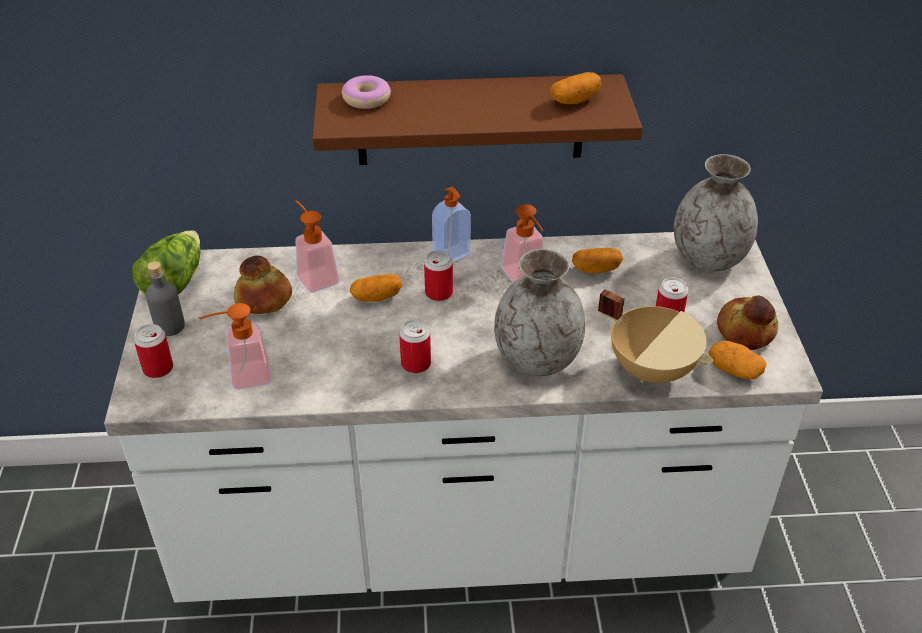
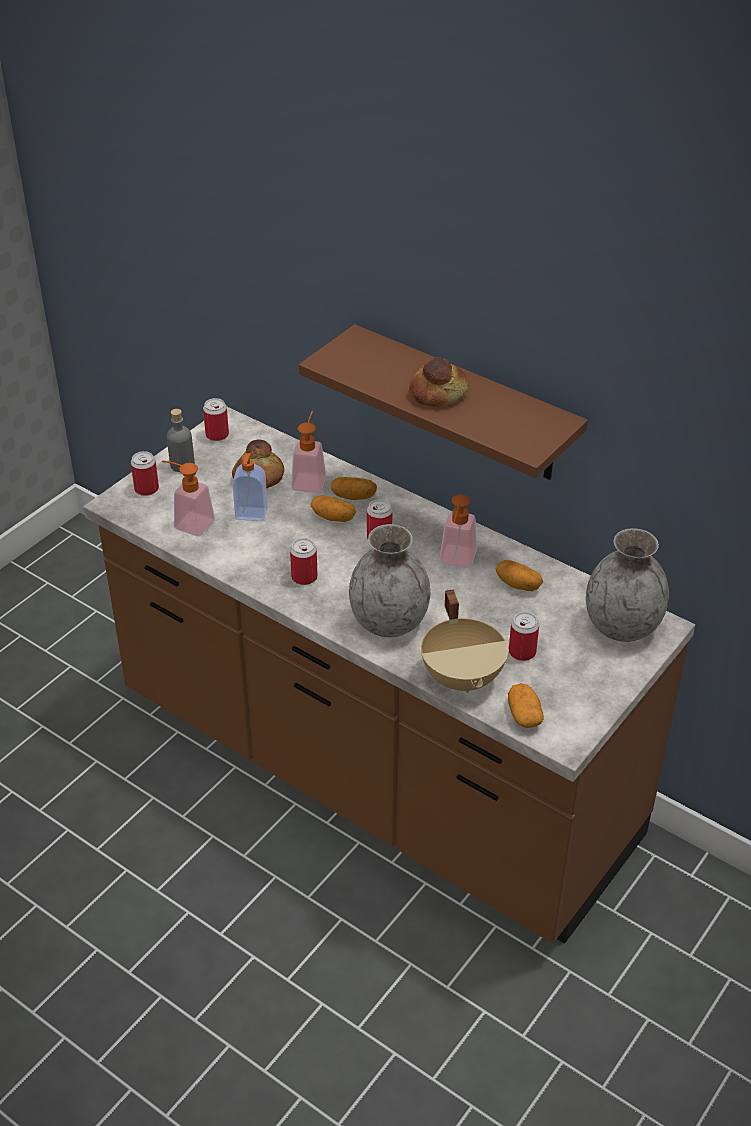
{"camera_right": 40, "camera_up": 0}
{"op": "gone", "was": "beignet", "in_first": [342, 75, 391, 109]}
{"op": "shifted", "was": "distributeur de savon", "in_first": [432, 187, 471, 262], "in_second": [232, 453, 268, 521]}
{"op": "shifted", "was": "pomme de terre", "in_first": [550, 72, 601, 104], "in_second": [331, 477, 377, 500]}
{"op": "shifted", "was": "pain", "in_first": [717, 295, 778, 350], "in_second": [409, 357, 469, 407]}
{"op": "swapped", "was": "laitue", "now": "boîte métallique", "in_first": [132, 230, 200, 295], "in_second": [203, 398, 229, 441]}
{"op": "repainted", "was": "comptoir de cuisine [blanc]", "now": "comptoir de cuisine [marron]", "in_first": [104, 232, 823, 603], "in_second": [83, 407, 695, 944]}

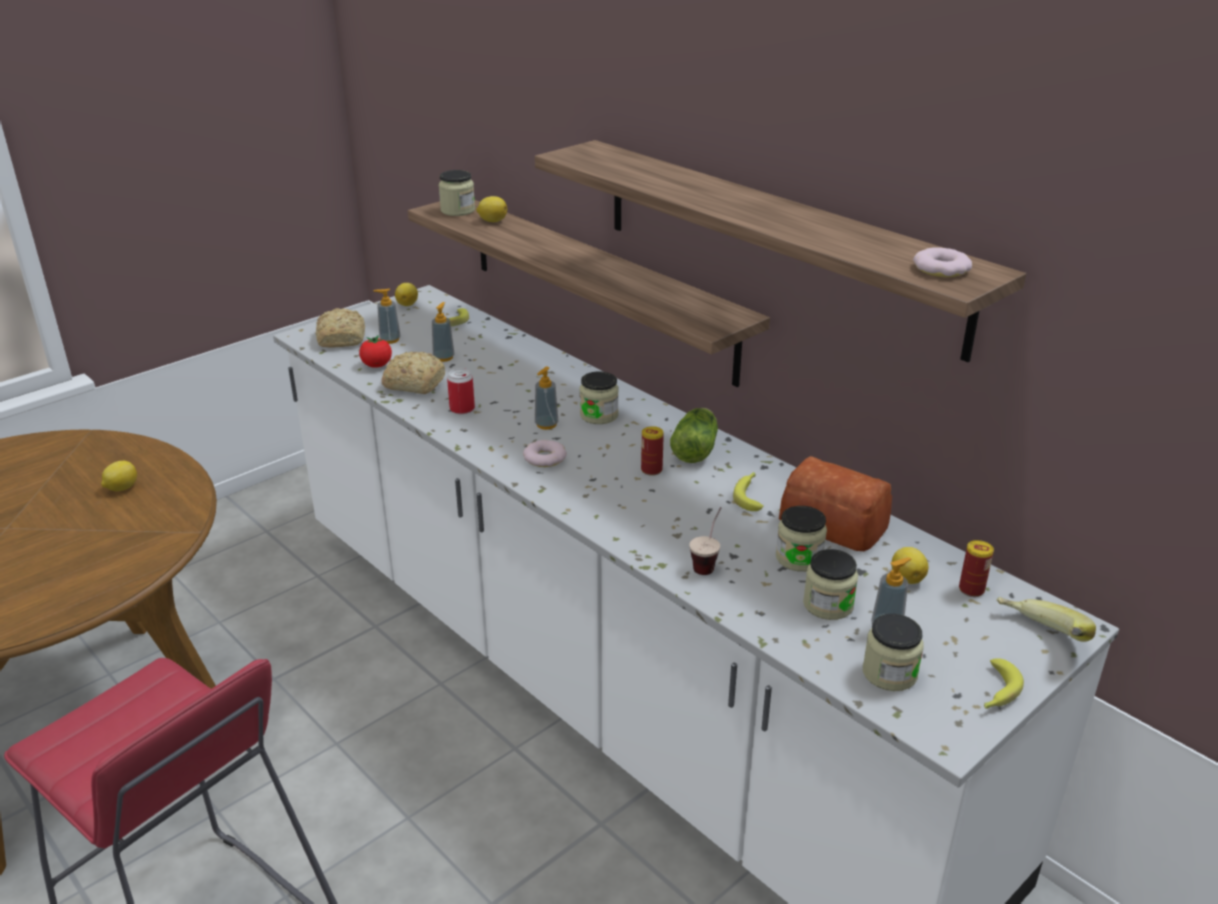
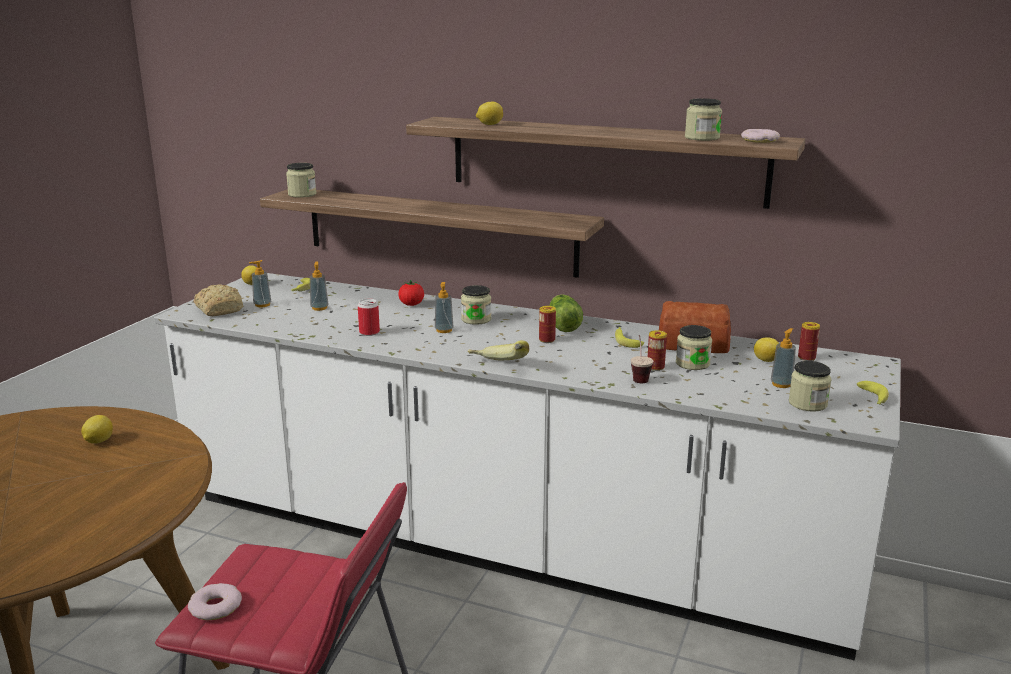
{"camera_right": -25, "camera_up": -10}
{"op": "gone", "was": "pain", "in_first": [381, 352, 445, 394]}
{"op": "new", "now": "boîte métallique", "in_second": [648, 330, 667, 371]}
{"op": "shifted", "was": "tomate", "in_first": [359, 335, 392, 368], "in_second": [398, 280, 424, 306]}
{"op": "shifted", "was": "citron", "in_first": [476, 196, 507, 222], "in_second": [476, 102, 503, 125]}
{"op": "shifted", "was": "beignet", "in_first": [523, 440, 567, 467], "in_second": [188, 583, 242, 620]}
{"op": "shifted", "was": "bocal", "in_first": [803, 549, 858, 620], "in_second": [685, 98, 722, 141]}
{"op": "shifted", "was": "banane", "in_first": [997, 597, 1096, 642], "in_second": [467, 340, 529, 361]}

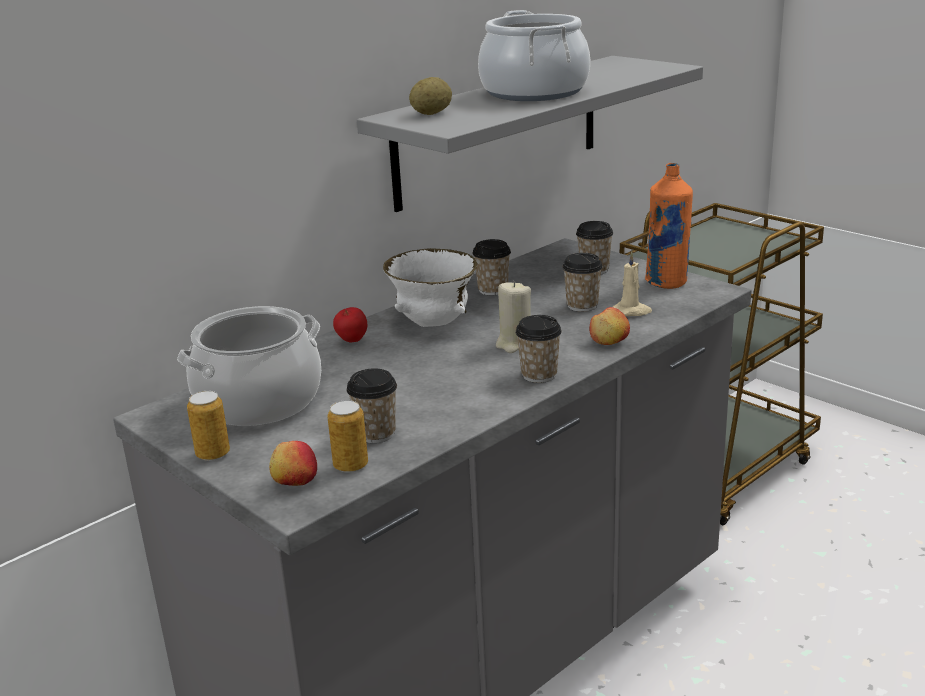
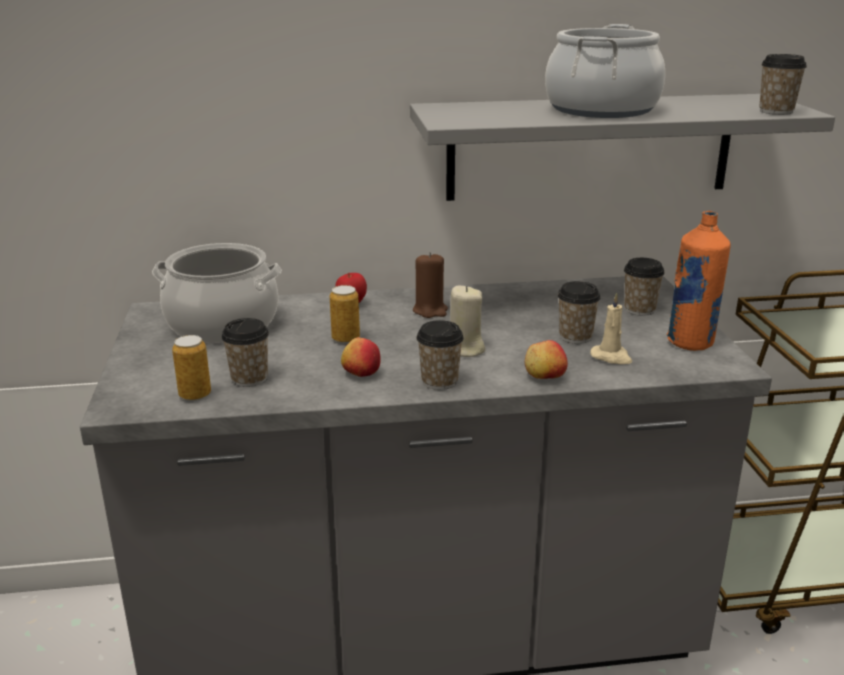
{"camera_right": 35, "camera_up": 0}
{"op": "gone", "was": "pomme de terre", "in_first": [409, 77, 452, 115]}
{"op": "shifted", "was": "boîte métallique", "in_first": [187, 391, 230, 461], "in_second": [330, 285, 360, 344]}
{"op": "shifted", "was": "pomme", "in_first": [269, 441, 317, 486], "in_second": [341, 337, 381, 377]}
{"op": "shifted", "was": "tasse", "in_first": [472, 239, 511, 296], "in_second": [759, 54, 807, 115]}
{"op": "swapped", "was": "bol [blanc]", "now": "bougie [marron]", "in_first": [383, 248, 477, 327], "in_second": [413, 252, 448, 318]}

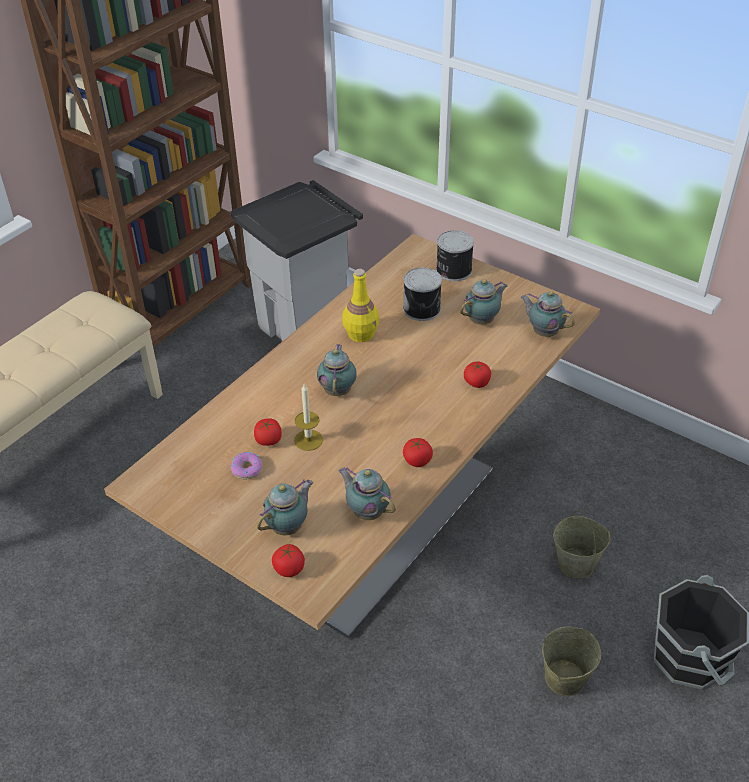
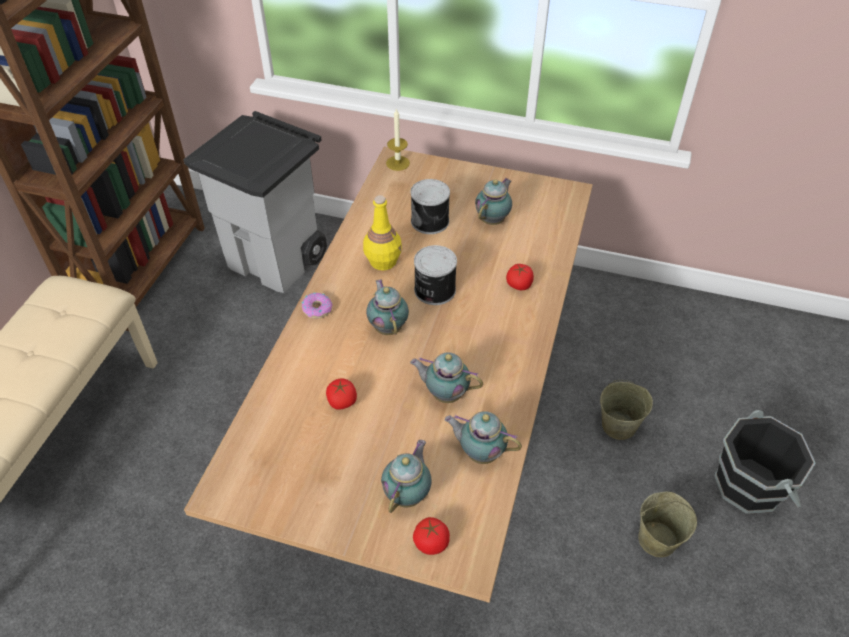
{"camera_right": -20, "camera_up": 5}
{"op": "gone", "was": "tomate", "in_first": [403, 438, 433, 467]}
{"op": "shifted", "was": "beignet", "in_first": [231, 452, 262, 479], "in_second": [302, 293, 332, 319]}
{"op": "shifted", "was": "bougie", "in_first": [294, 384, 323, 451], "in_second": [386, 109, 410, 171]}
{"op": "shifted", "was": "boîte métallique", "in_first": [436, 230, 474, 281], "in_second": [414, 245, 457, 305]}
{"op": "shifted", "was": "théière", "in_first": [521, 291, 575, 337], "in_second": [410, 352, 483, 403]}

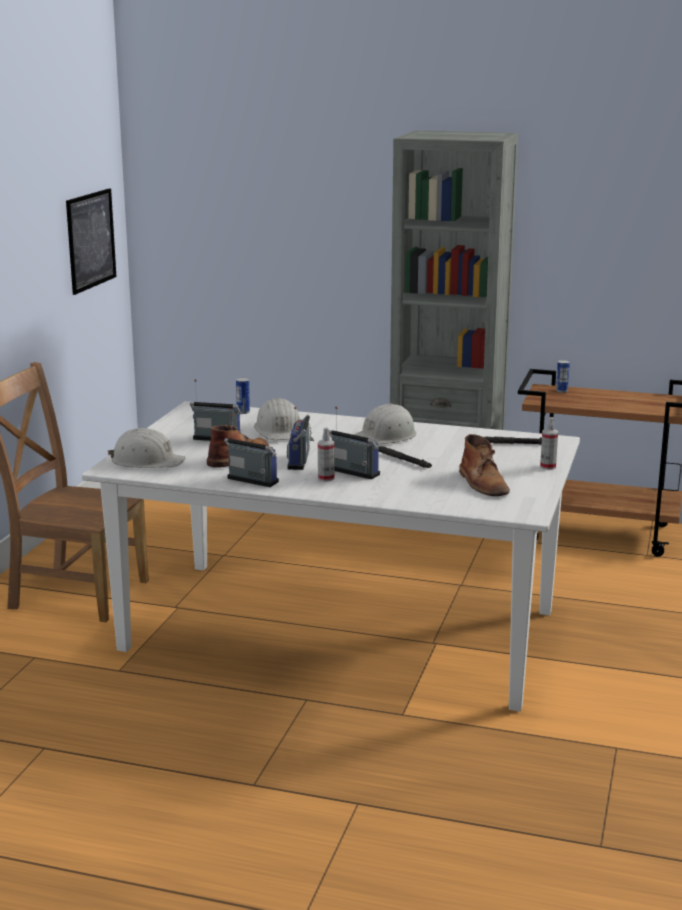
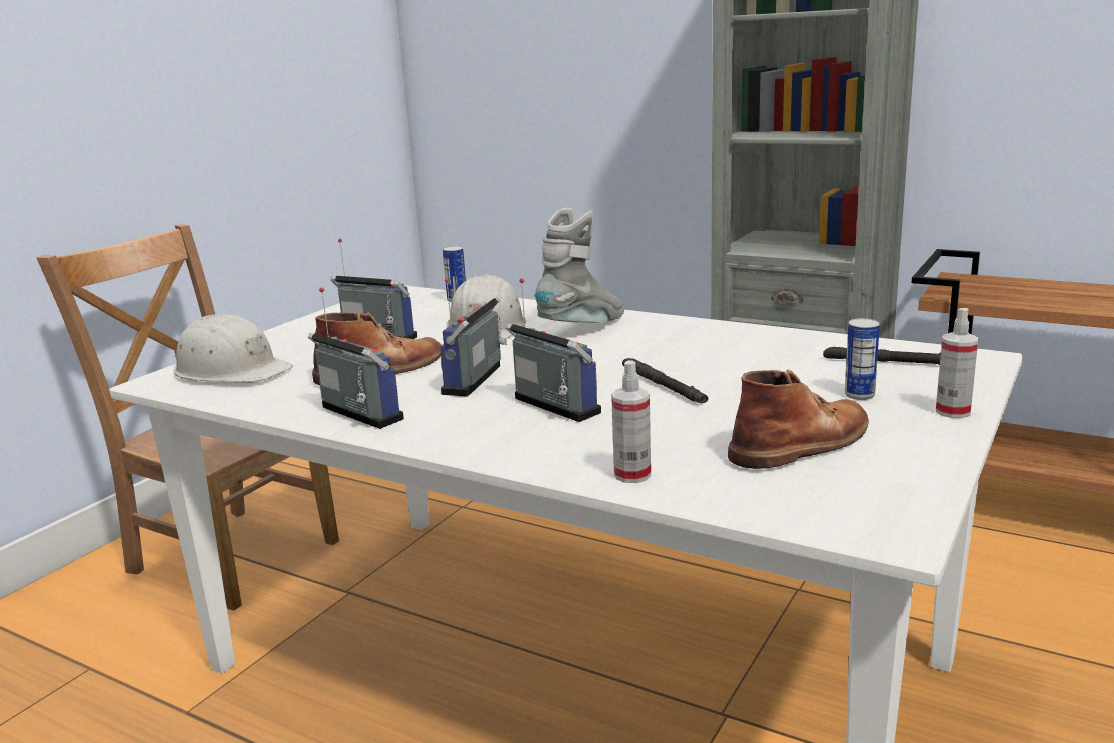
{"camera_right": 15, "camera_up": 0}
{"op": "gone", "was": "tableau", "in_first": [66, 188, 116, 295]}
{"op": "gone", "was": "casque de chantier [blanc]", "in_first": [354, 403, 416, 445]}
{"op": "new", "now": "botte [gris]", "in_second": [534, 208, 624, 323]}
{"op": "shifted", "was": "vaporisateur", "in_first": [318, 427, 335, 481], "in_second": [611, 360, 651, 483]}
{"op": "shifted", "was": "boîte métallique", "in_first": [556, 360, 570, 393], "in_second": [845, 318, 880, 400]}
{"op": "rotated", "was": "botte [marron]", "in_first": [459, 434, 510, 496], "in_second": [728, 370, 869, 469], "clockwise": -120}

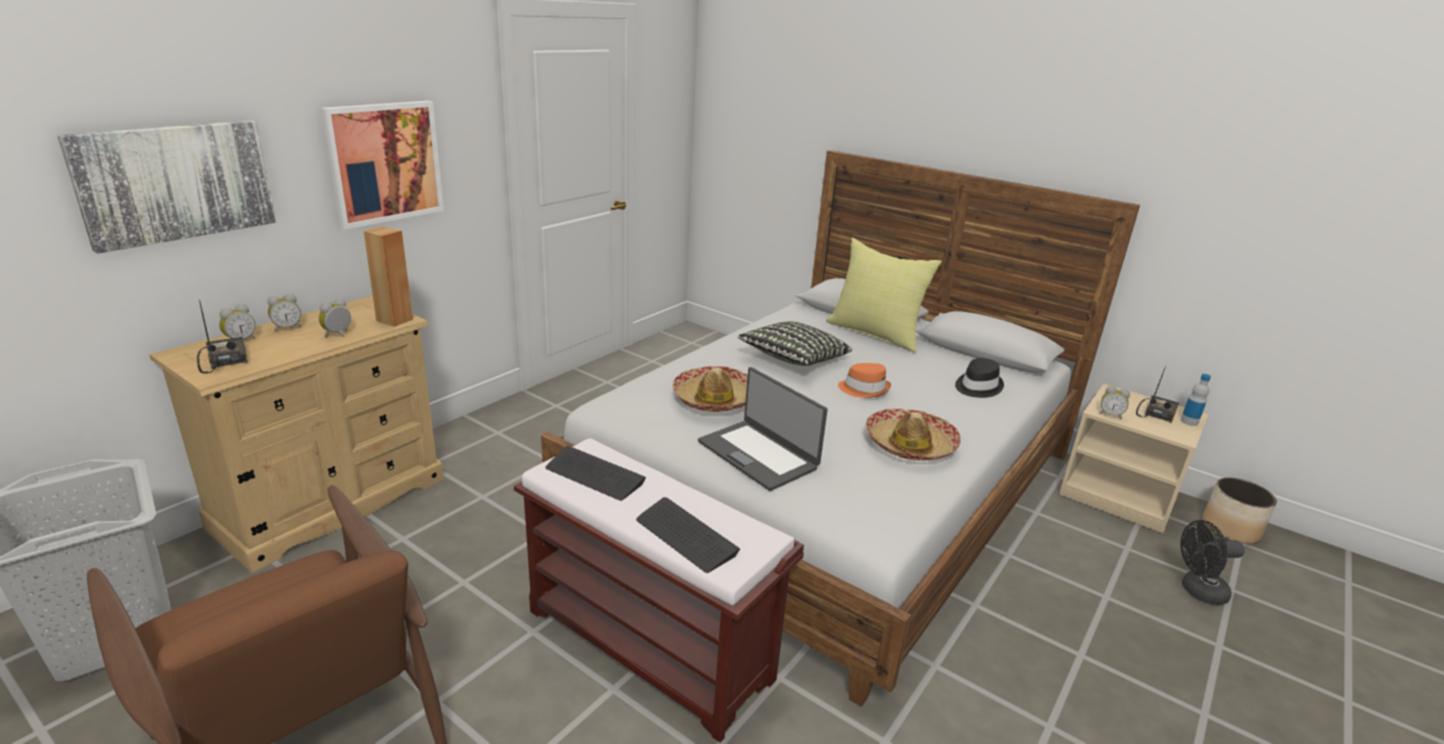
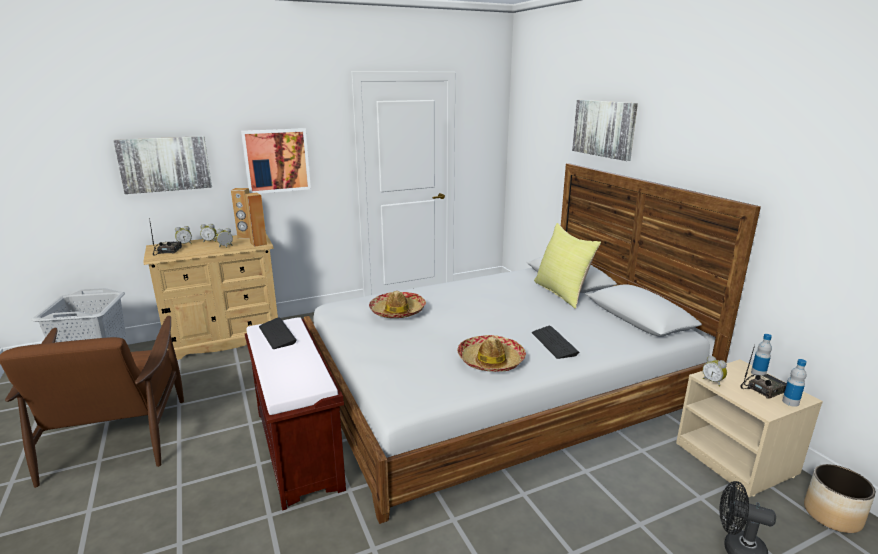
{"camera_right": 30, "camera_up": -5}
{"op": "gone", "was": "ordinateur portable", "in_first": [698, 367, 828, 491]}
{"op": "gone", "was": "coussin", "in_first": [737, 321, 852, 366]}
{"op": "gone", "was": "chapeau [orange]", "in_first": [838, 363, 891, 398]}
{"op": "gone", "was": "chapeau [noir]", "in_first": [955, 358, 1004, 398]}
{"op": "new", "now": "enceinte [marron]", "in_second": [231, 188, 250, 239]}
{"op": "new", "now": "tableau", "in_second": [572, 100, 638, 161]}
{"op": "new", "now": "bouteille", "in_second": [751, 334, 772, 376]}
{"op": "shifted", "was": "clavier", "in_first": [636, 497, 740, 573], "in_second": [532, 325, 579, 359]}

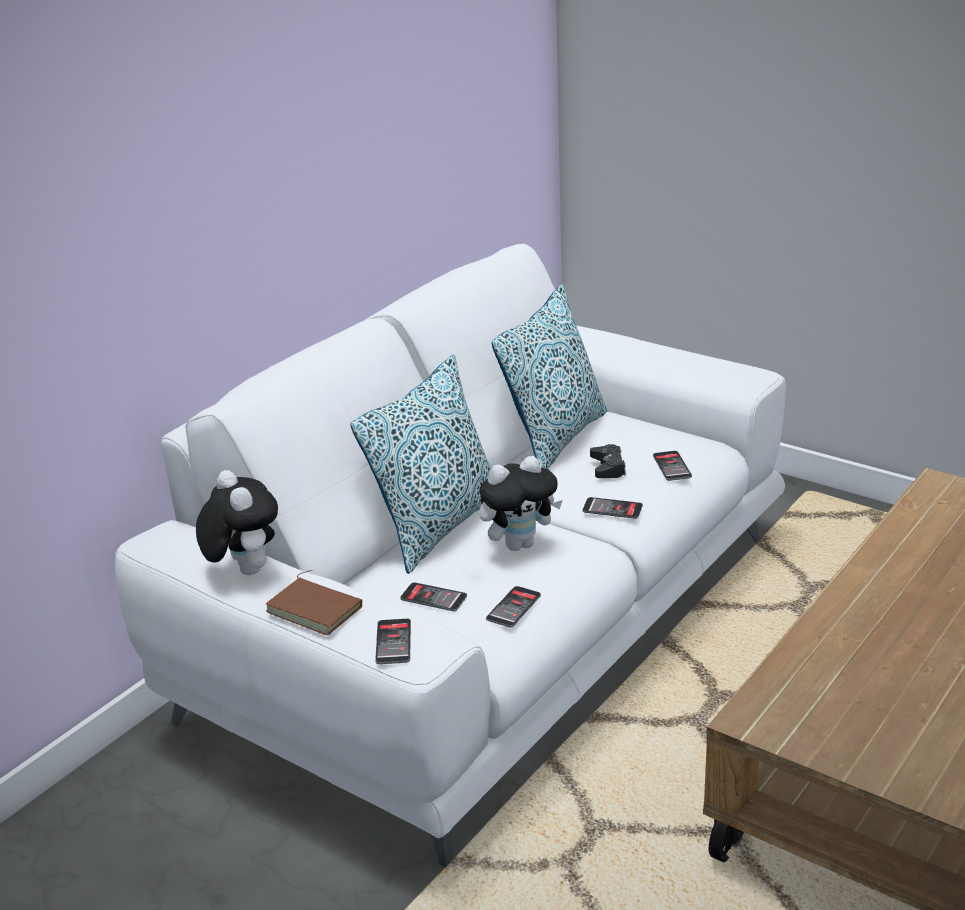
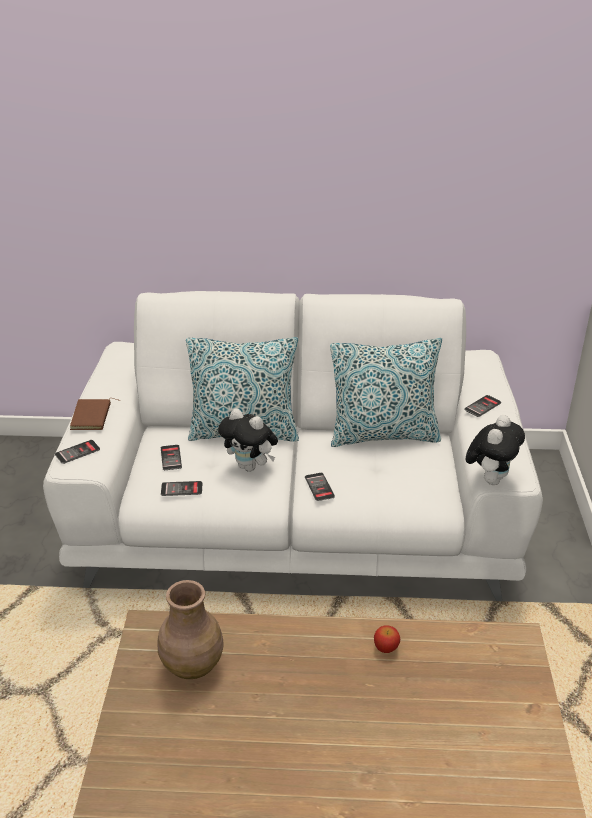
{"camera_right": 55, "camera_up": 5}
{"op": "gone", "was": "manette [noir]", "in_first": [590, 444, 626, 478]}
{"op": "new", "now": "vase [marron]", "in_second": [158, 580, 224, 679]}
{"op": "new", "now": "pomme", "in_second": [374, 626, 400, 653]}
{"op": "shifted", "was": "peluche", "in_first": [196, 470, 278, 575], "in_second": [466, 415, 525, 485]}
{"op": "shifted", "was": "téléphone", "in_first": [653, 451, 692, 481], "in_second": [464, 395, 501, 417]}

